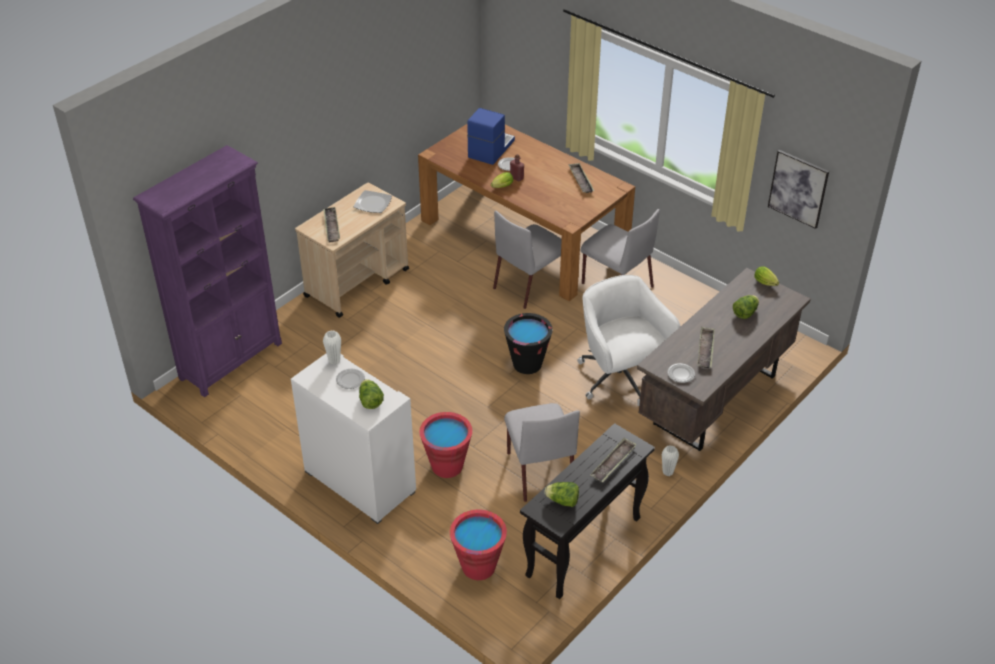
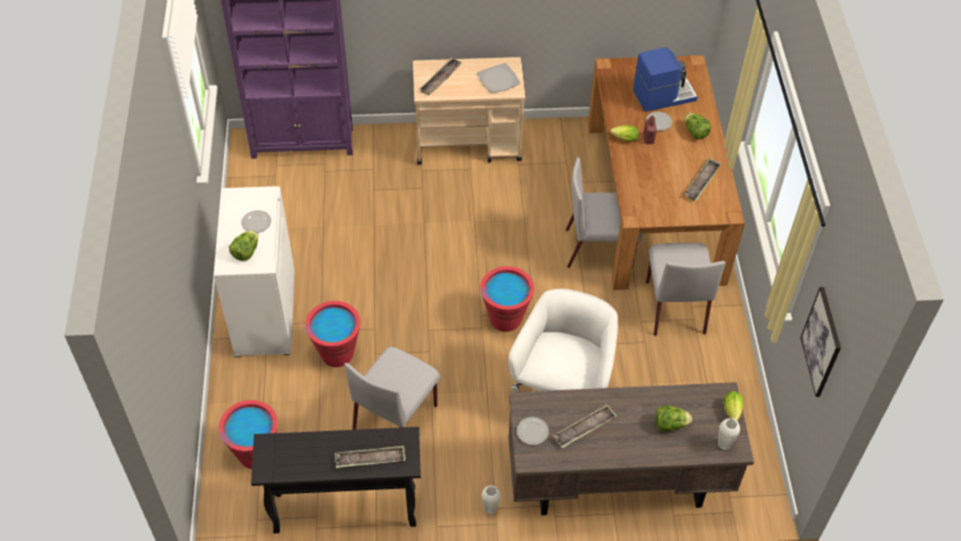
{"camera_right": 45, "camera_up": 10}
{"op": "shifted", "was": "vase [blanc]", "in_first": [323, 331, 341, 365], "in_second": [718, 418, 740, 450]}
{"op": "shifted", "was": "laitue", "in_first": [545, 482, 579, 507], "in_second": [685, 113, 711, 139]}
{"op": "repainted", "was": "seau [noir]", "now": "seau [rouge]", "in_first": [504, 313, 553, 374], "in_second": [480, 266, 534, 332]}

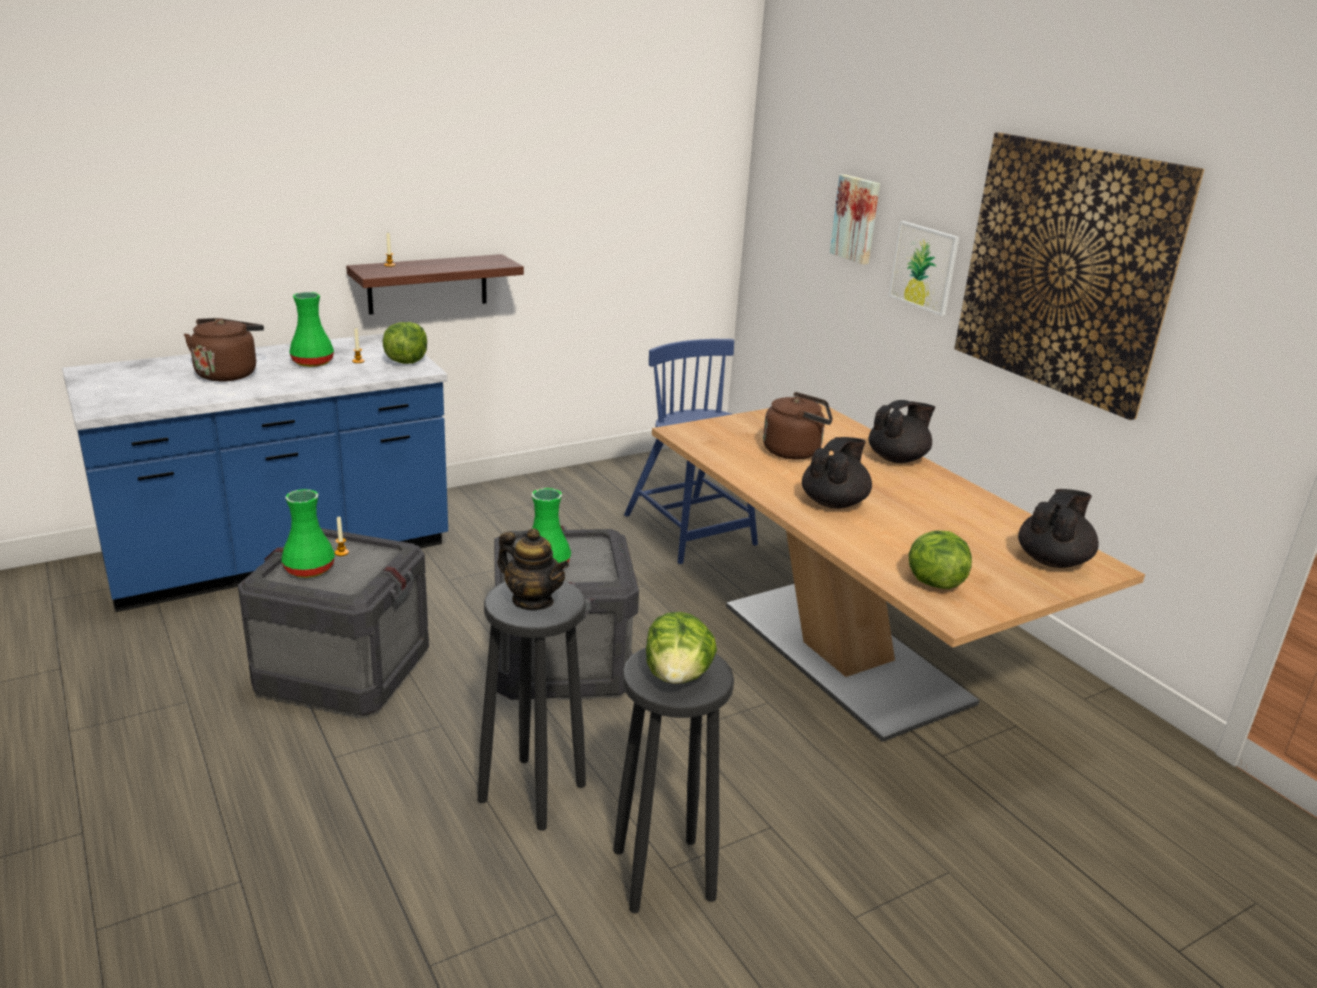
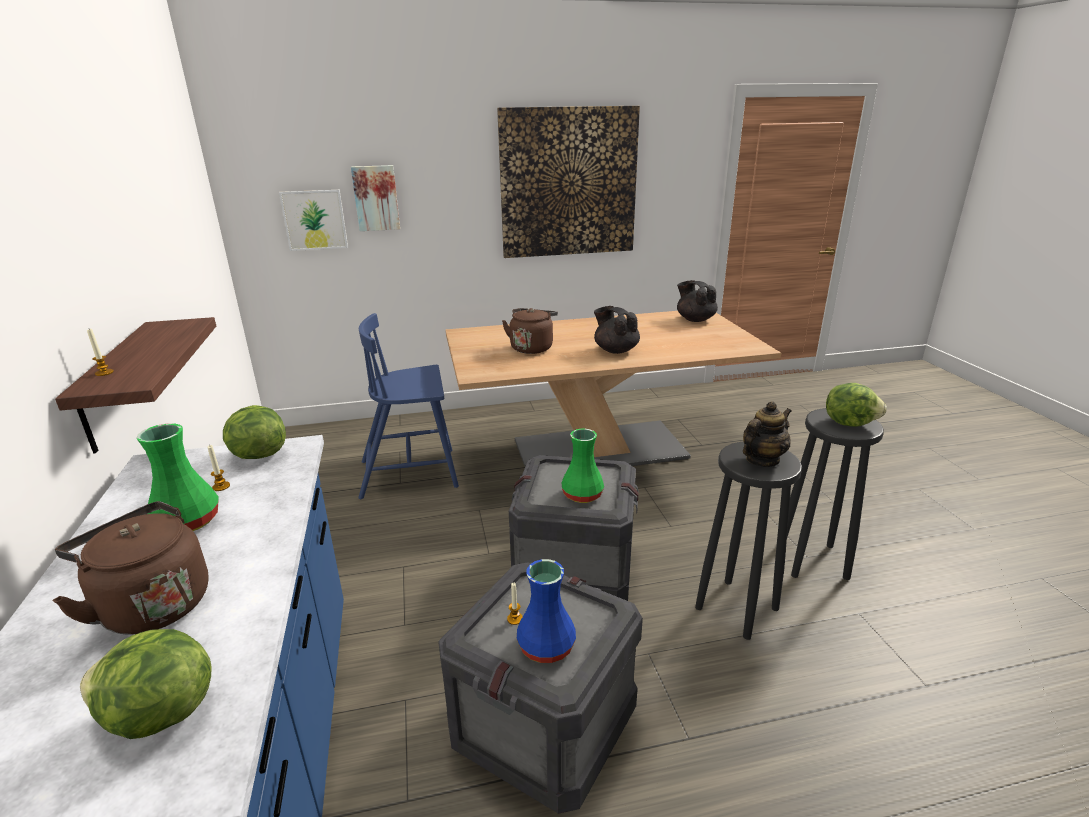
{"camera_right": -70, "camera_up": 0}
{"op": "gone", "was": "théière [noir]", "in_first": [869, 400, 935, 463]}
{"op": "shifted", "was": "tableau", "in_first": [889, 221, 959, 316], "in_second": [279, 190, 348, 251]}
{"op": "shifted", "was": "laitue", "in_first": [909, 530, 972, 589], "in_second": [80, 629, 212, 739]}
{"op": "repainted", "was": "vase [vert]", "now": "vase [bleu]", "in_first": [282, 489, 335, 578], "in_second": [517, 559, 576, 663]}

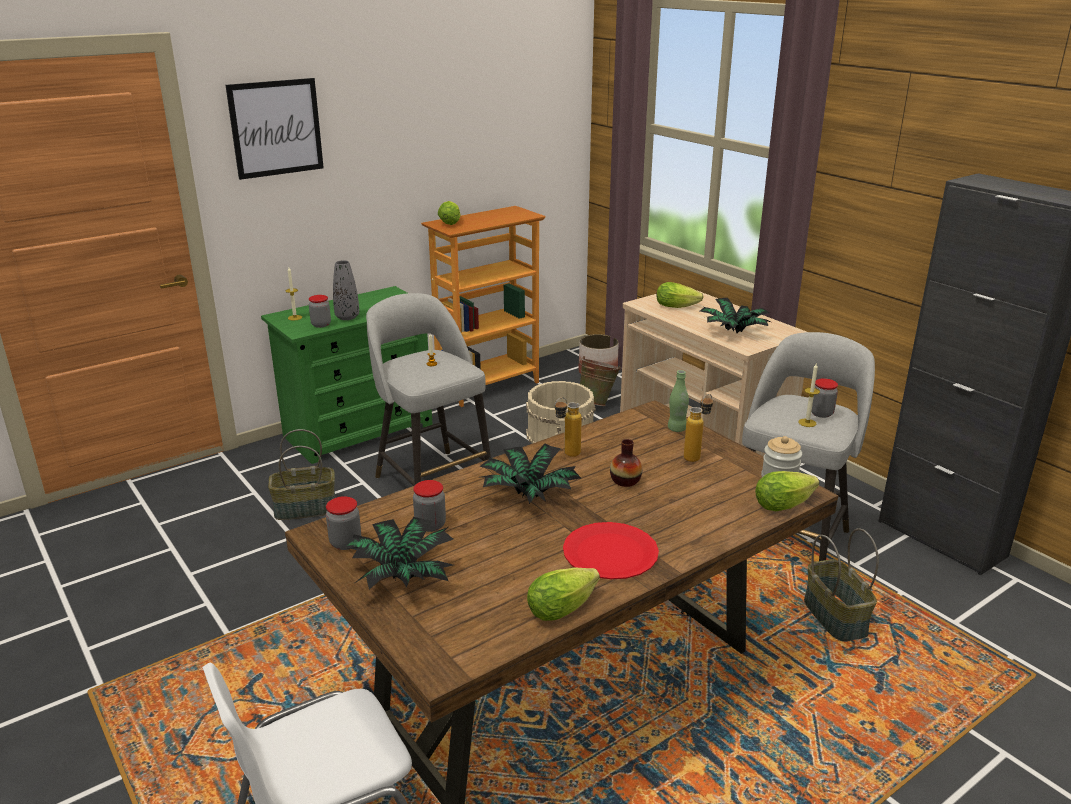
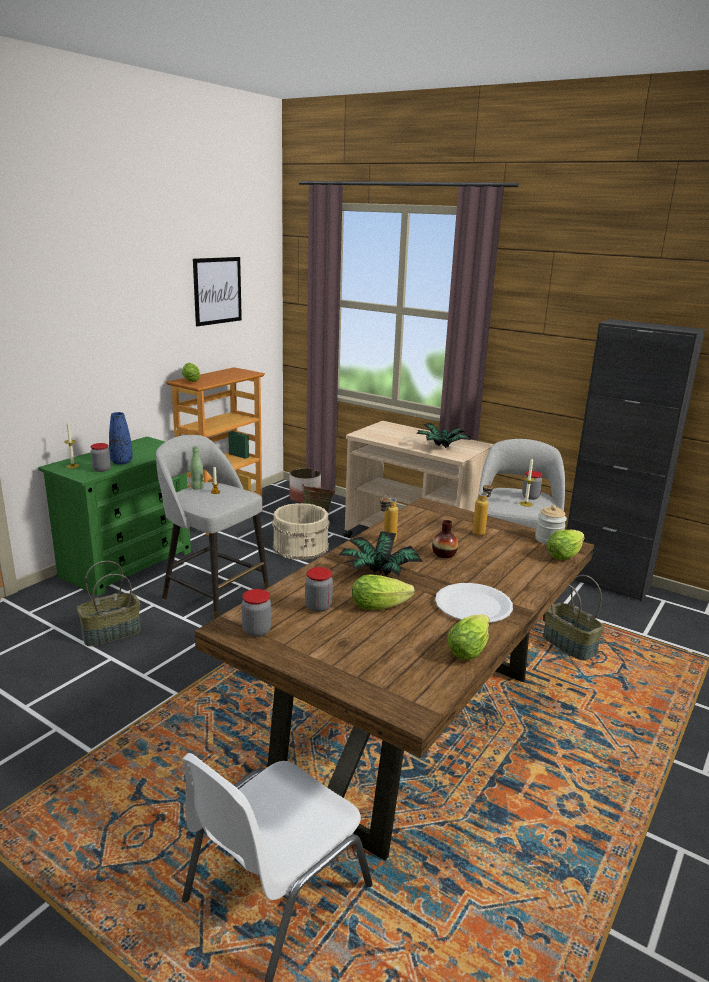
{"camera_right": -20, "camera_up": -5}
{"op": "gone", "was": "plante en pot", "in_first": [342, 517, 453, 589]}
{"op": "shifted", "was": "tableau", "in_first": [225, 78, 324, 180], "in_second": [193, 257, 242, 326]}
{"op": "shifted", "was": "laitue", "in_first": [657, 282, 703, 308], "in_second": [352, 575, 415, 610]}
{"op": "shifted", "was": "bouteille [vert]", "in_first": [668, 370, 689, 432], "in_second": [190, 446, 204, 490]}
{"op": "repainted", "was": "vase [gris]", "now": "vase [bleu]", "in_first": [333, 260, 359, 320], "in_second": [109, 412, 133, 465]}
{"op": "repainted", "was": "assiette [rouge]", "now": "assiette [blanc]", "in_first": [563, 522, 659, 579], "in_second": [435, 583, 513, 623]}

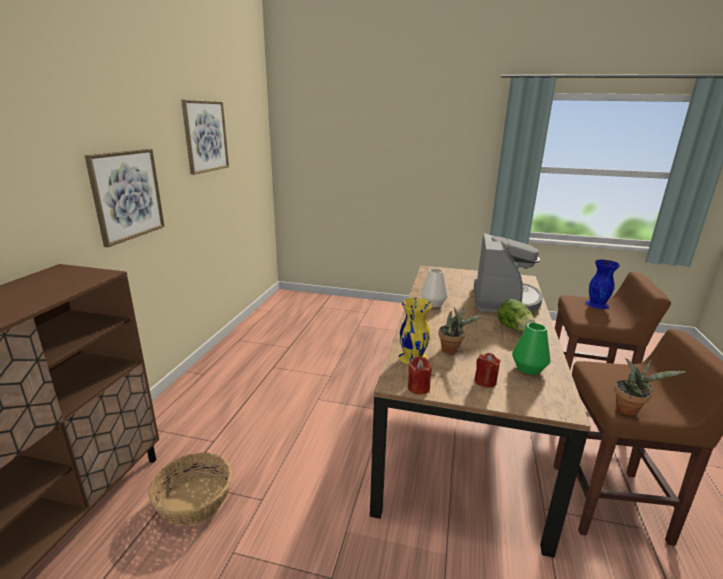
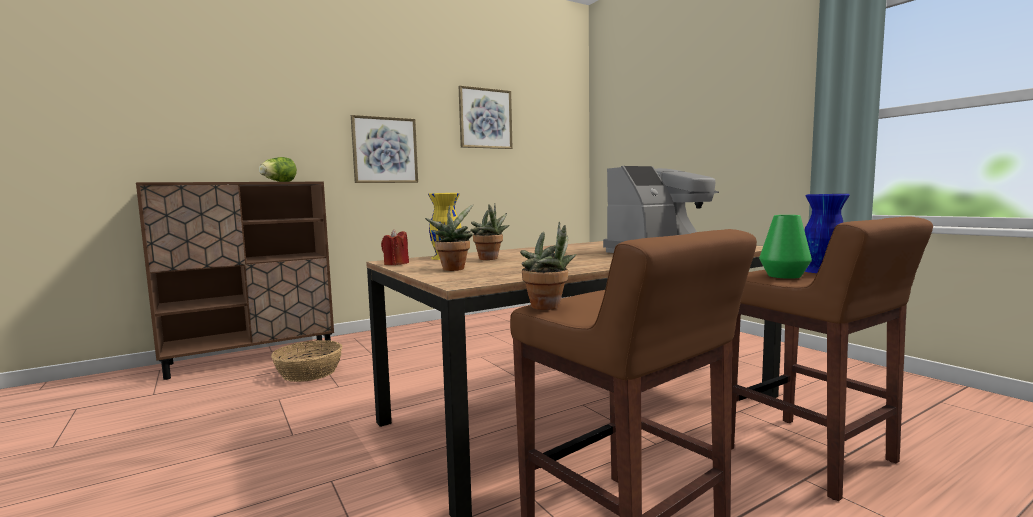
{"camera_right": 45, "camera_up": -15}
{"op": "gone", "was": "vase [blanc]", "in_first": [421, 268, 448, 307]}
{"op": "shifted", "was": "laitue", "in_first": [497, 299, 535, 331], "in_second": [259, 157, 297, 182]}
{"op": "shifted", "was": "vase [vert]", "in_first": [512, 323, 550, 375], "in_second": [759, 215, 812, 279]}
{"op": "swapped", "was": "bougie [rouge]", "now": "plante en pot", "in_first": [474, 353, 501, 388], "in_second": [425, 205, 473, 271]}

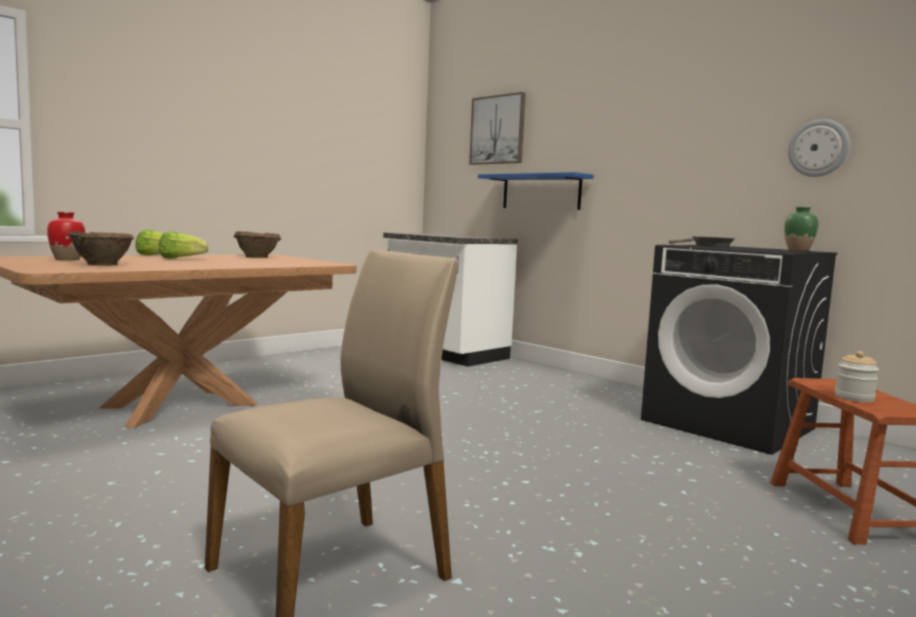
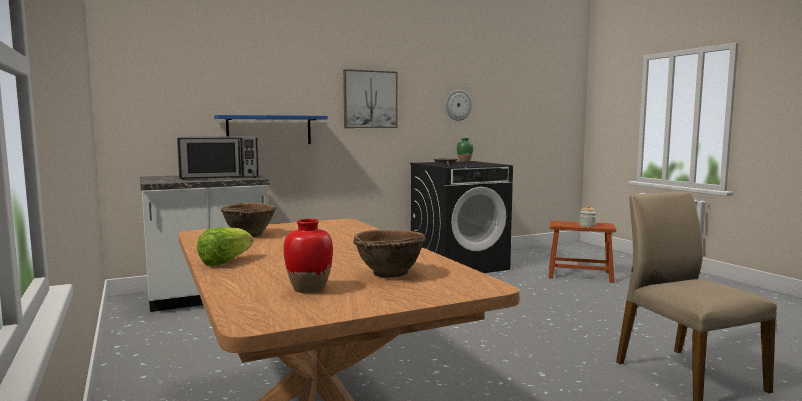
{"camera_right": -70, "camera_up": 0}
{"op": "gone", "was": "laitue", "in_first": [159, 231, 209, 259]}
{"op": "new", "now": "micro-ondes", "in_second": [177, 136, 259, 179]}
{"op": "shifted", "was": "tableau", "in_first": [469, 92, 526, 165], "in_second": [343, 69, 398, 128]}

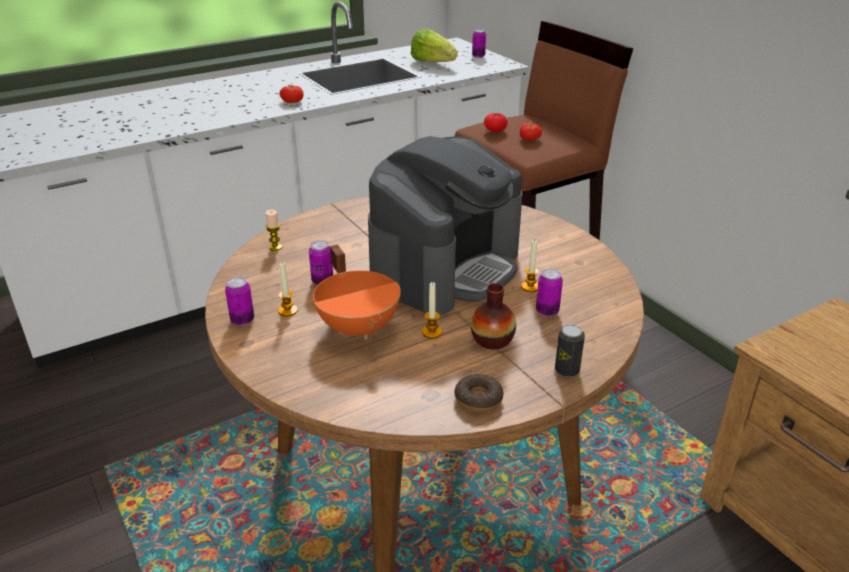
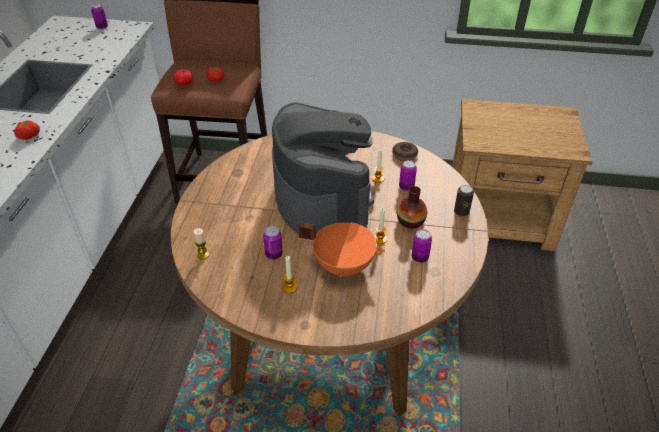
{"camera_right": -50, "camera_up": 10}
{"op": "gone", "was": "laitue", "in_first": [411, 29, 458, 62]}
{"op": "shifted", "was": "boîte métallique", "in_first": [225, 277, 254, 326], "in_second": [412, 229, 432, 263]}
{"op": "shifted", "was": "beignet", "in_first": [455, 374, 503, 413], "in_second": [392, 142, 418, 161]}

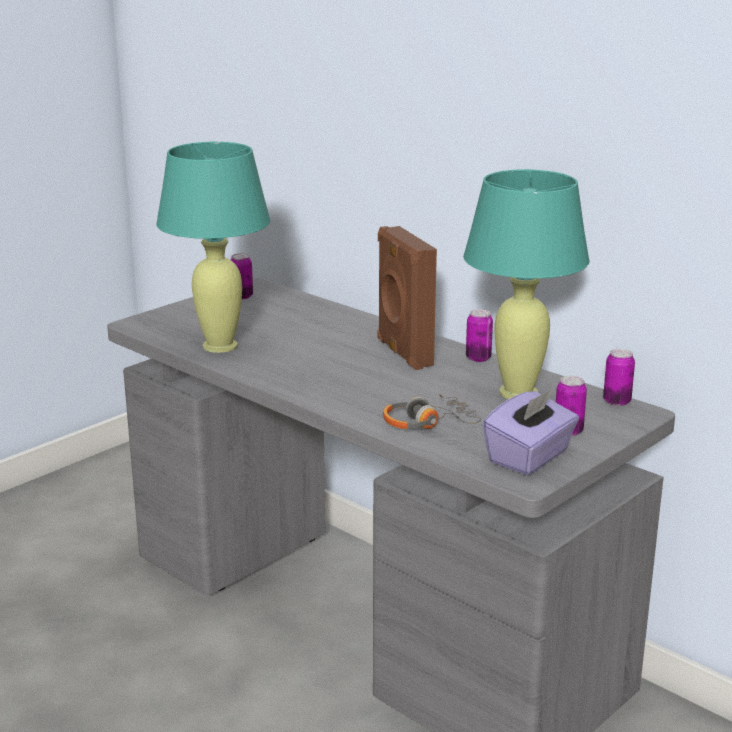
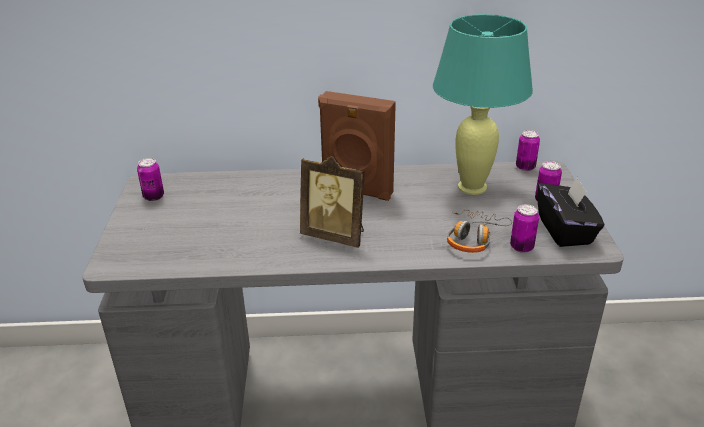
{"camera_right": -45, "camera_up": 10}
{"op": "gone", "was": "lampe de table [turquoise]", "in_first": [156, 142, 270, 353]}
{"op": "new", "now": "cadre photo", "in_second": [300, 156, 365, 247]}
{"op": "shifted", "was": "boîte métallique", "in_first": [466, 309, 493, 362], "in_second": [510, 204, 539, 253]}
{"op": "repainted", "was": "boîte à mouchoirs [violet]", "now": "boîte à mouchoirs [noir]", "in_first": [483, 388, 579, 475], "in_second": [538, 177, 604, 247]}

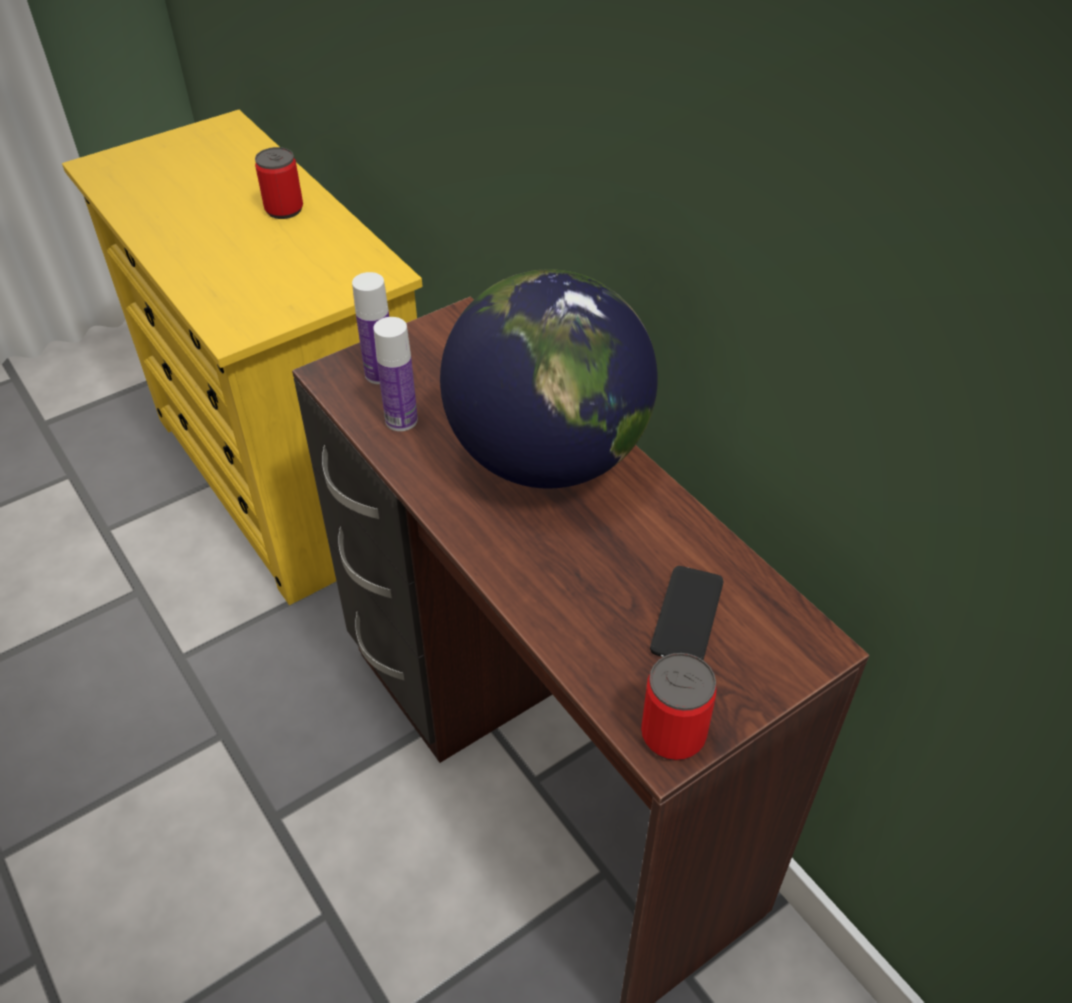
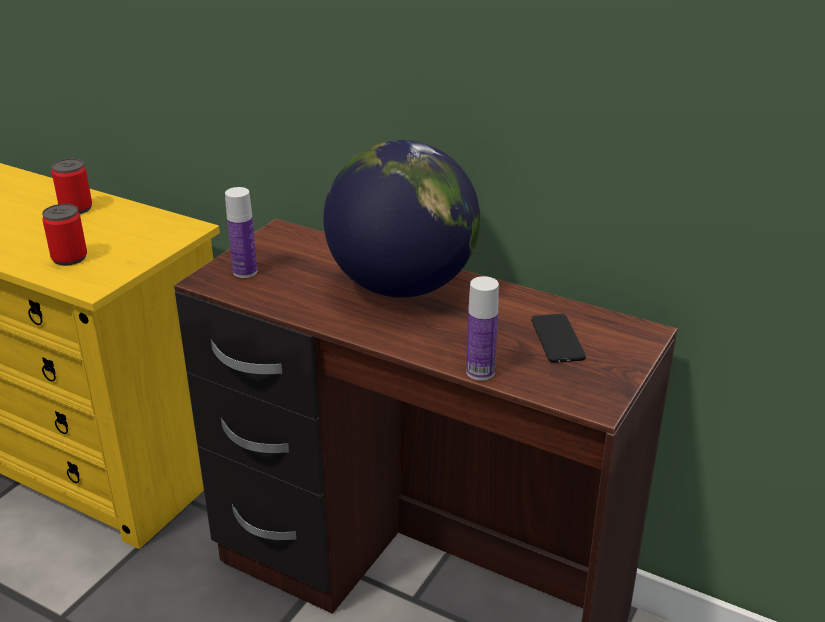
{"camera_right": -25, "camera_up": -15}
{"op": "shifted", "was": "bouteille", "in_first": [373, 317, 418, 431], "in_second": [466, 276, 499, 381]}
{"op": "shifted", "was": "boîte métallique", "in_first": [641, 653, 717, 761], "in_second": [42, 204, 87, 266]}

